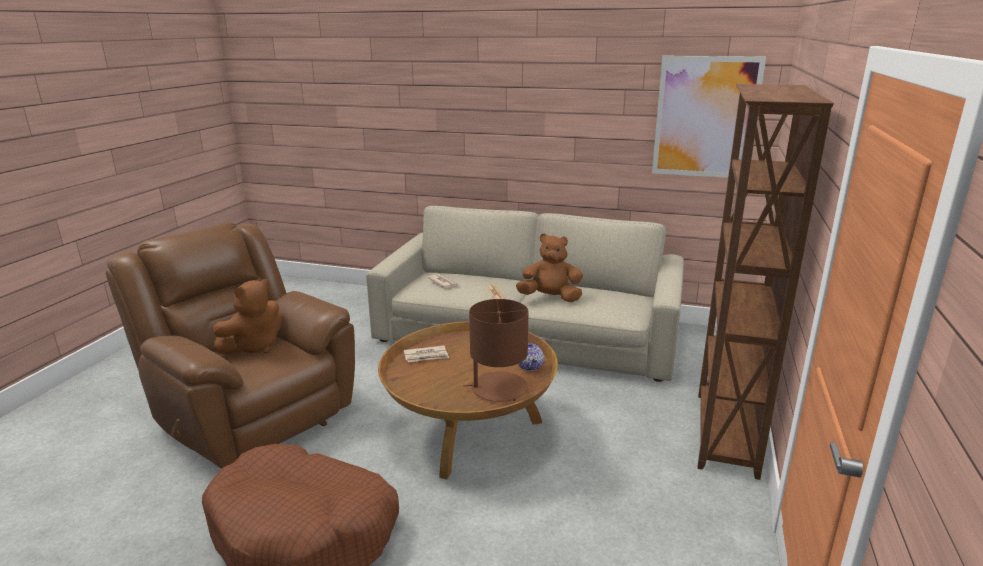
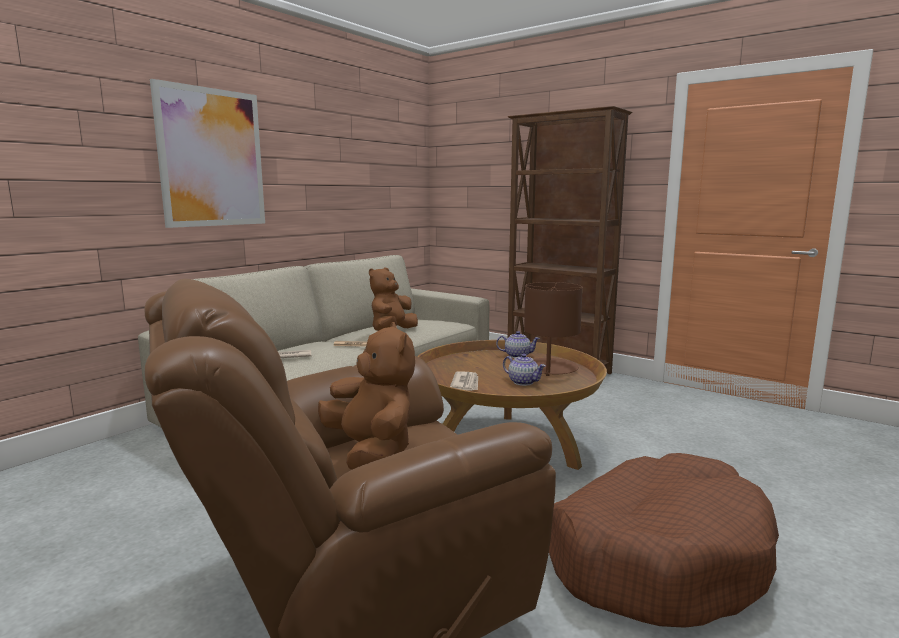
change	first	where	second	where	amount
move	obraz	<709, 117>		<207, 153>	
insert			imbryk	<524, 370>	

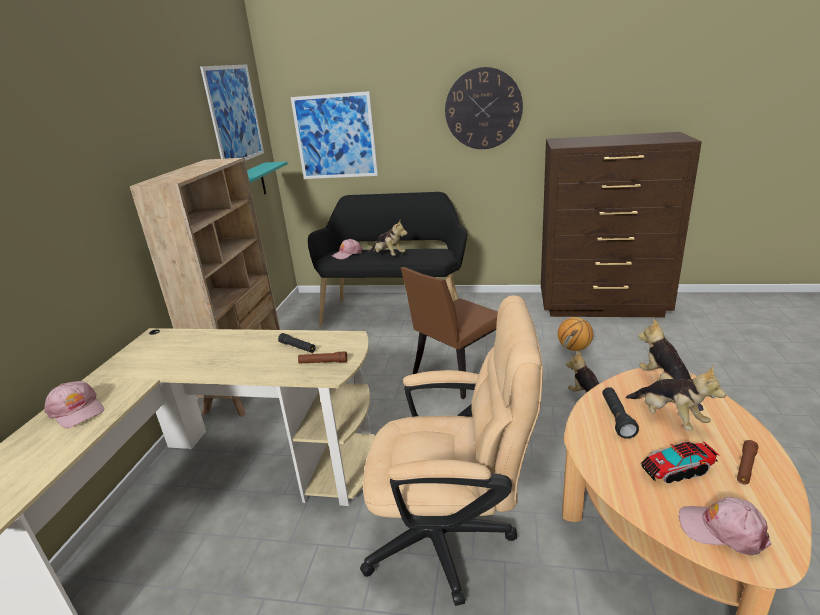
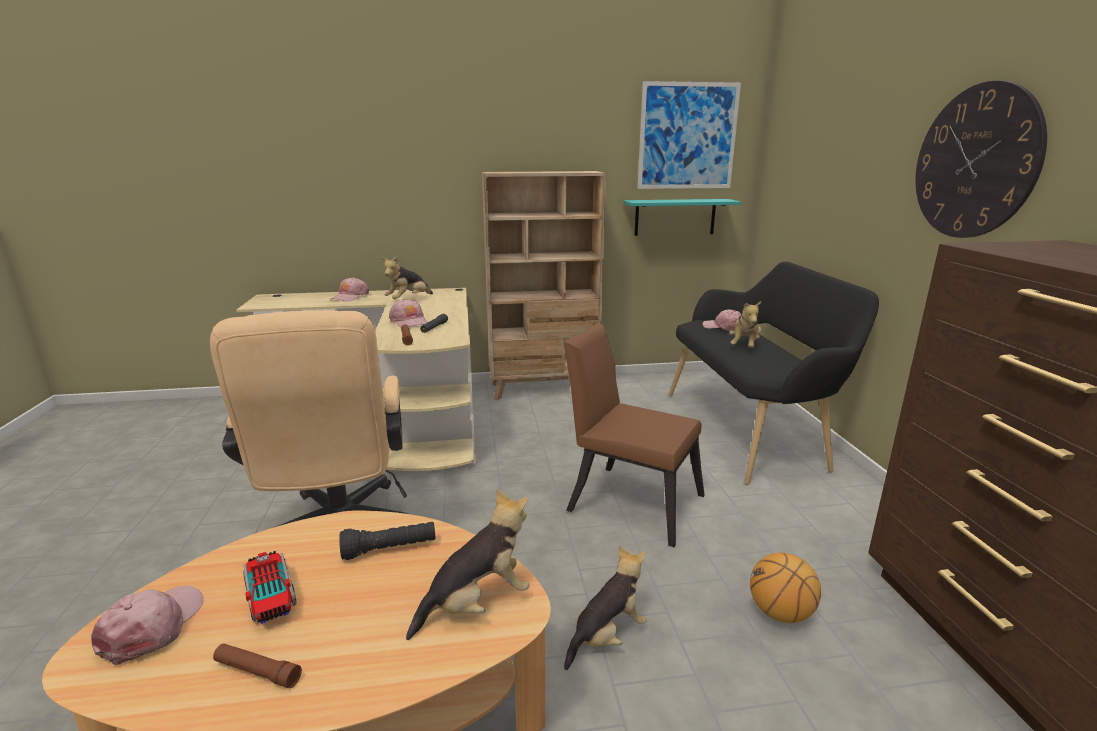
change	first	where	second	where	amount
delete	obraz	<334, 135>			
move	pluszak	<676, 398>		<407, 277>	
insert			czapka z daszkiem (różowy)	<408, 313>	

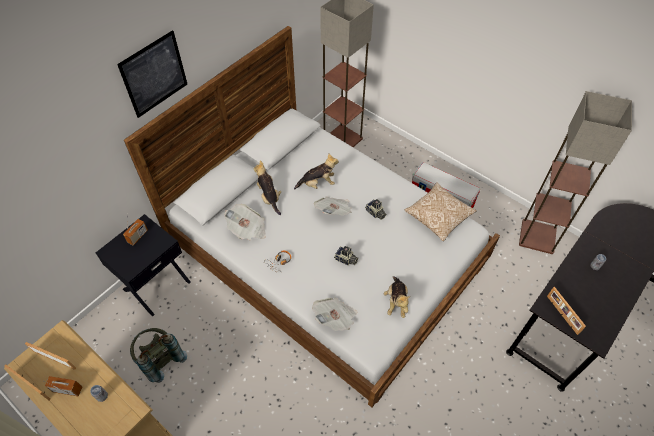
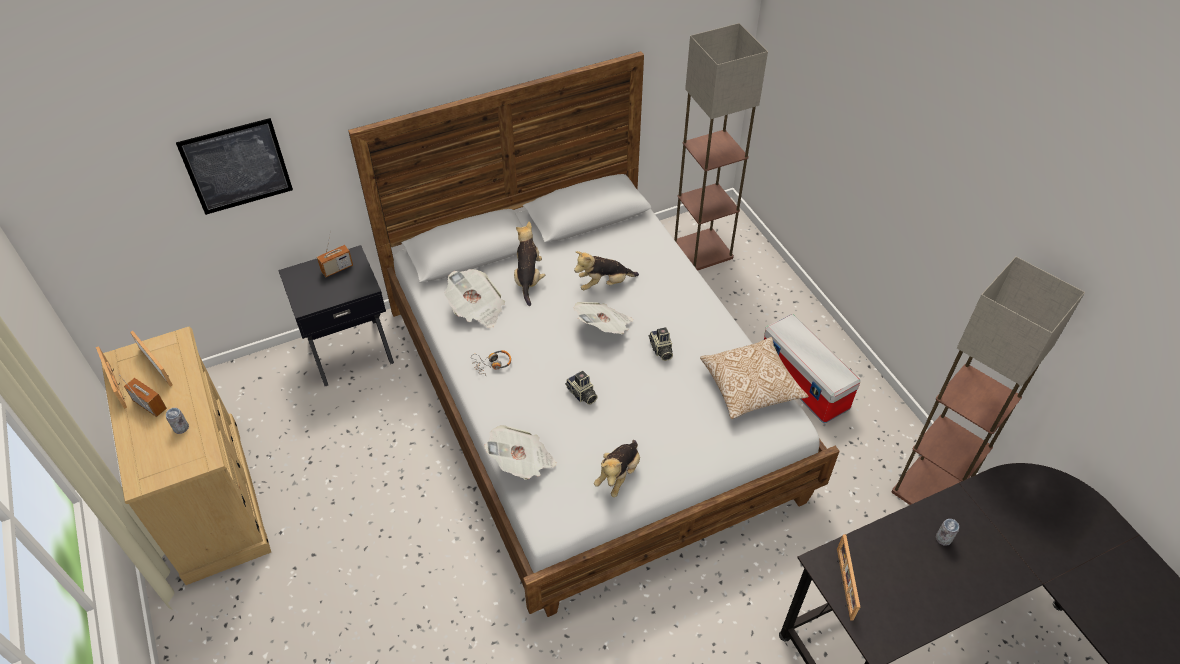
change	first	where	second	where	amount
move	obraz	<152, 74>		<234, 166>	
delete	plecak (szary)	<158, 355>			
rotate	pluszak	<316, 171>		<606, 270>	150 degrees clockwise

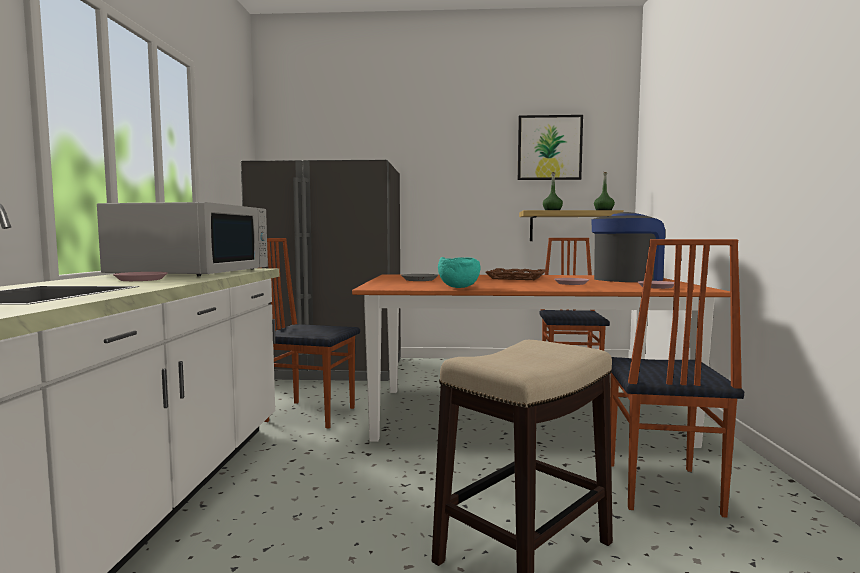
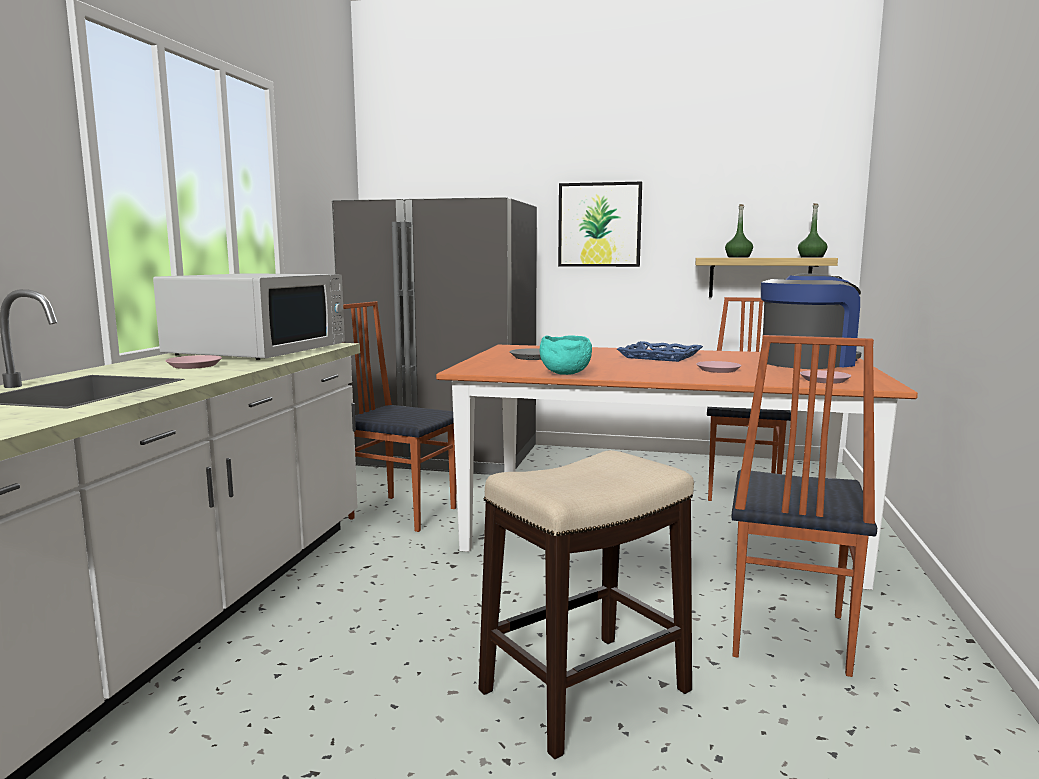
change	first	where	second	where	amount
recolor	taca (brązowy)	<516, 274>	taca (niebieski)	<660, 351>	
move	obraz	<550, 147>		<600, 224>	

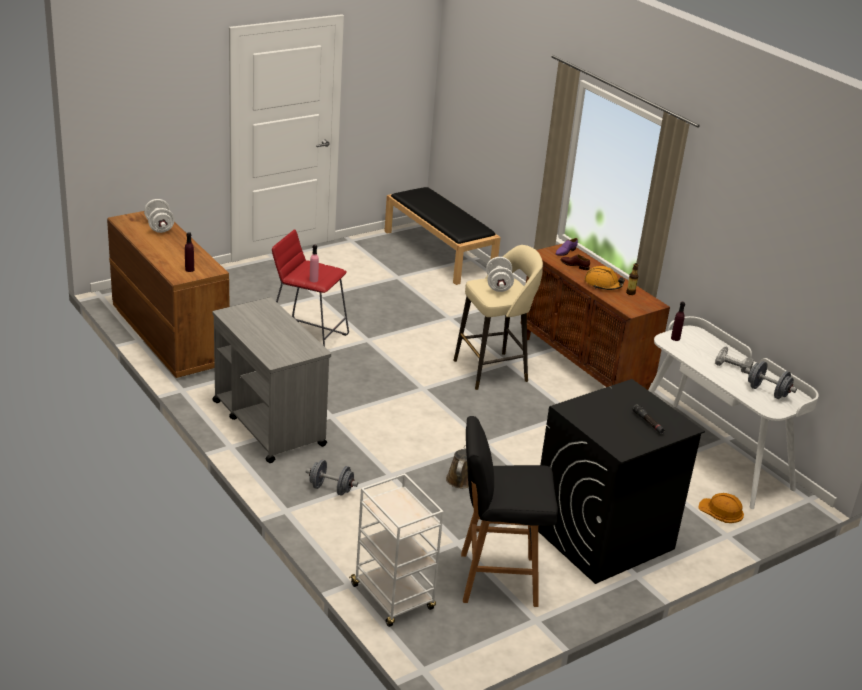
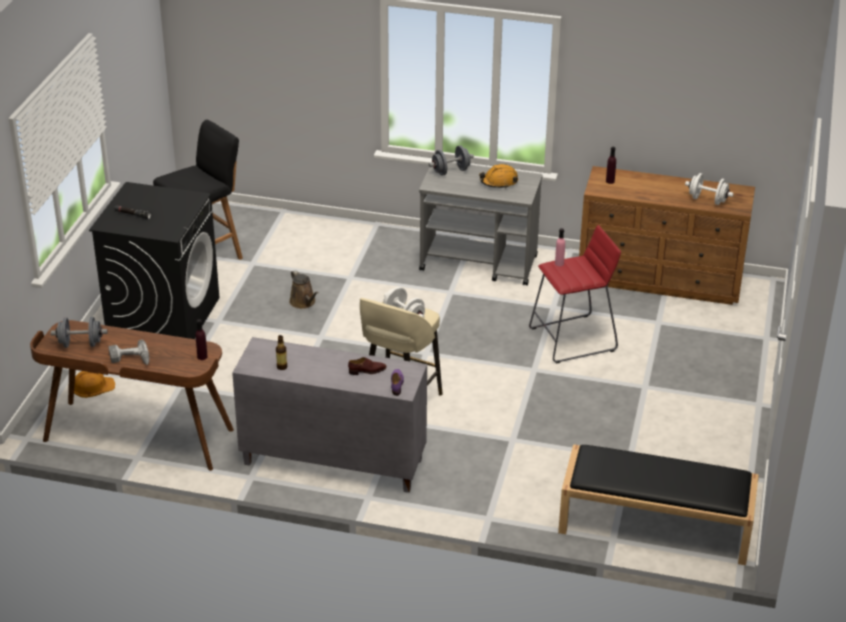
change	first	where	second	where	amount
move	hantel (szary)	<332, 477>		<451, 160>	
delete	wózek (biały)	<396, 550>			
recolor	szafka (brązowy)	<595, 317>	szafka (szary)	<329, 415>	
move	kask (pomarańczowy)	<605, 278>		<498, 176>	
recolor	biurko (biały)	<733, 412>	biurko (brązowy)	<132, 395>	

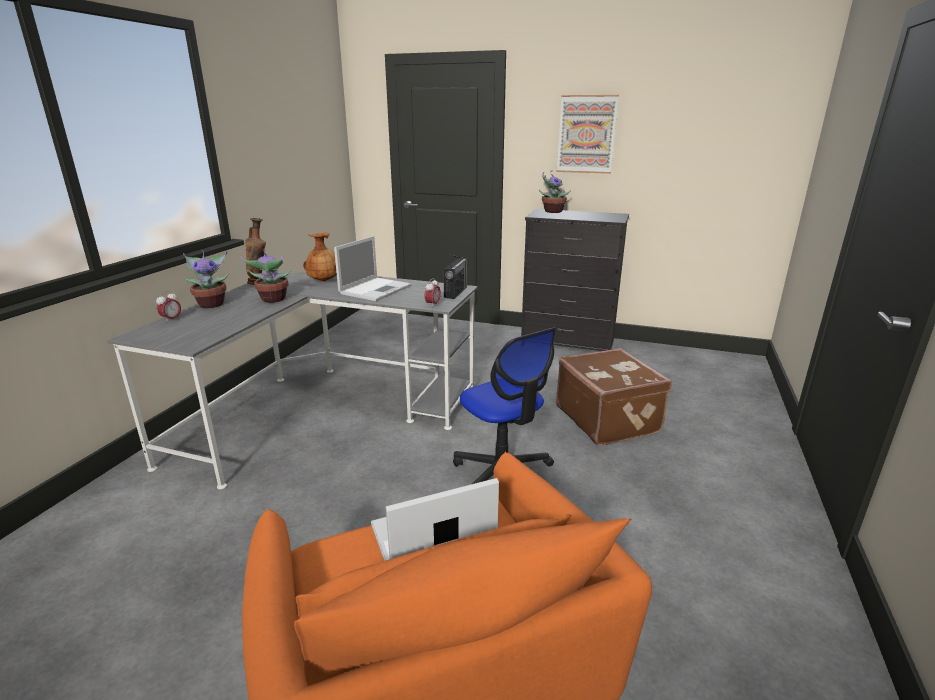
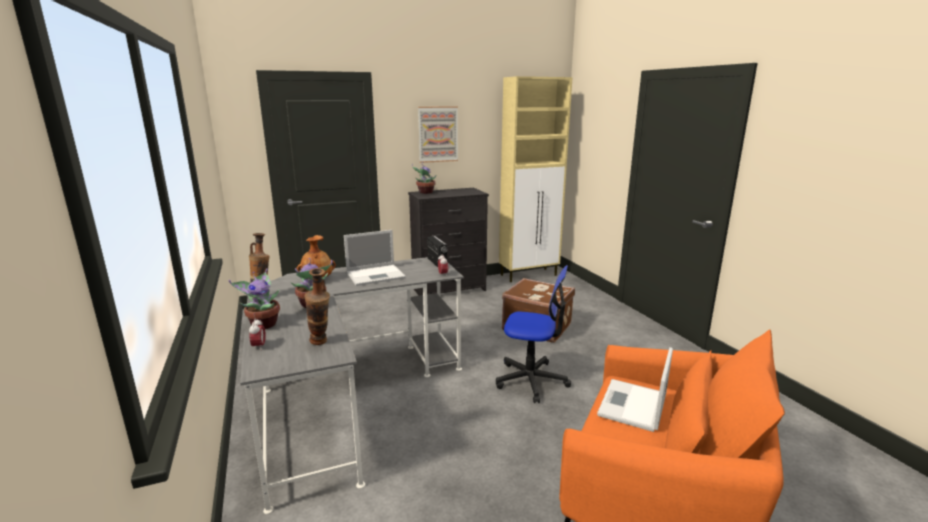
change	first	where	second	where	amount
rotate	laptop	<372, 268>		<375, 258>	75 degrees clockwise
insert			wazon	<317, 306>	
insert			szafka (beżowy)	<536, 179>	

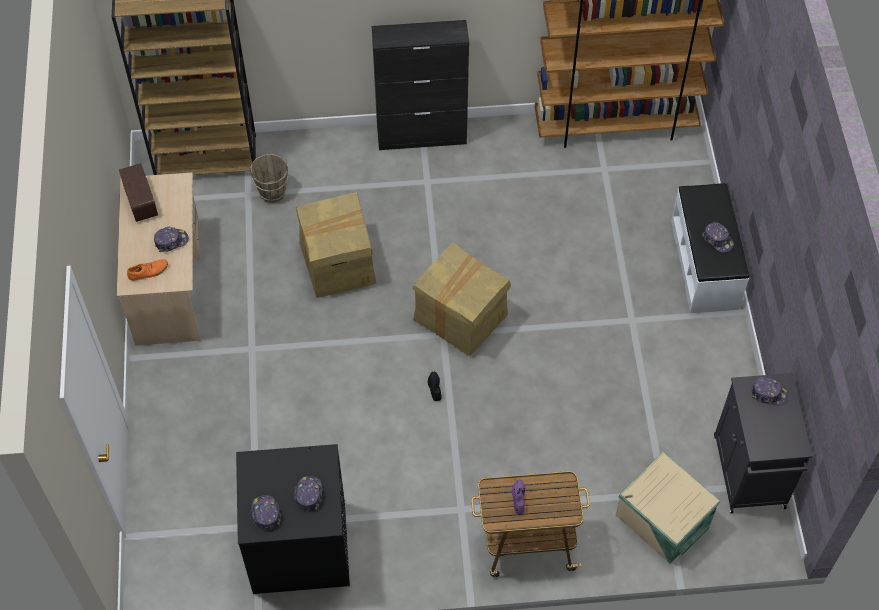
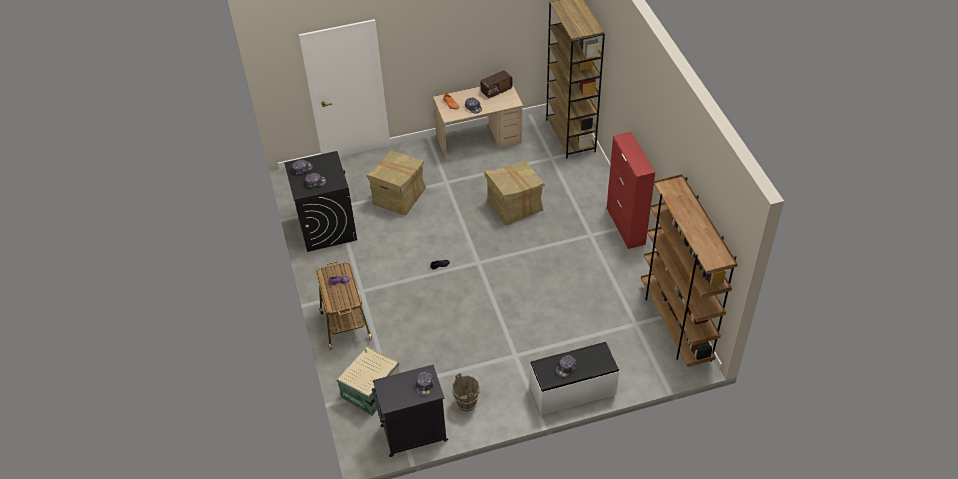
change	first	where	second	where	amount
move	wiadro (brązowy)	<268, 178>		<466, 392>	
recolor	szafka (czarny)	<420, 85>	szafka (czerwony)	<631, 190>	
move	karton	<461, 299>		<396, 183>	

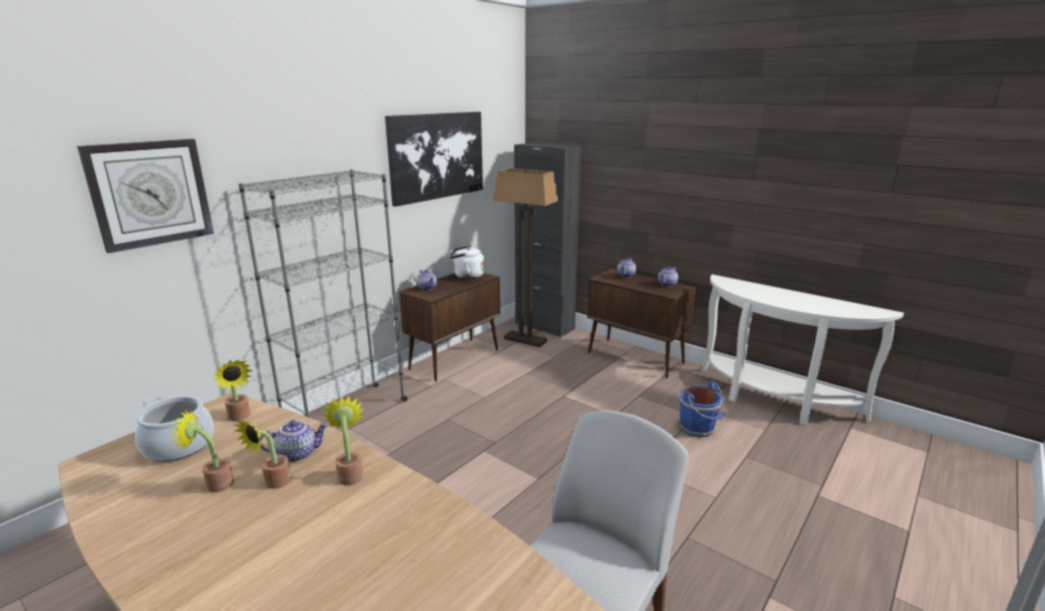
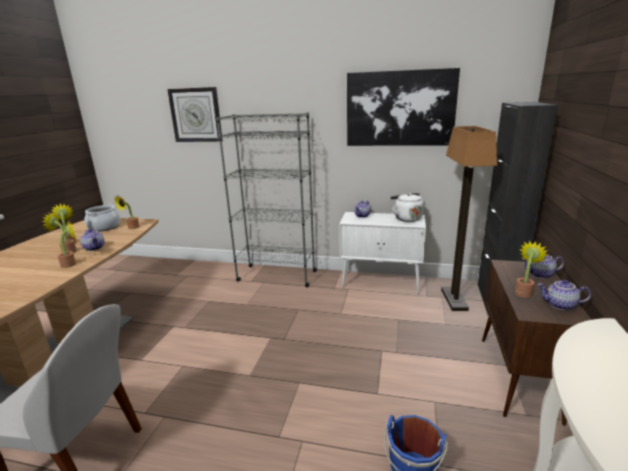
change	first	where	second	where	amount
recolor	szafka (brązowy)	<449, 327>	szafka (biały)	<382, 253>	
insert			roślina doniczkowa	<531, 269>	

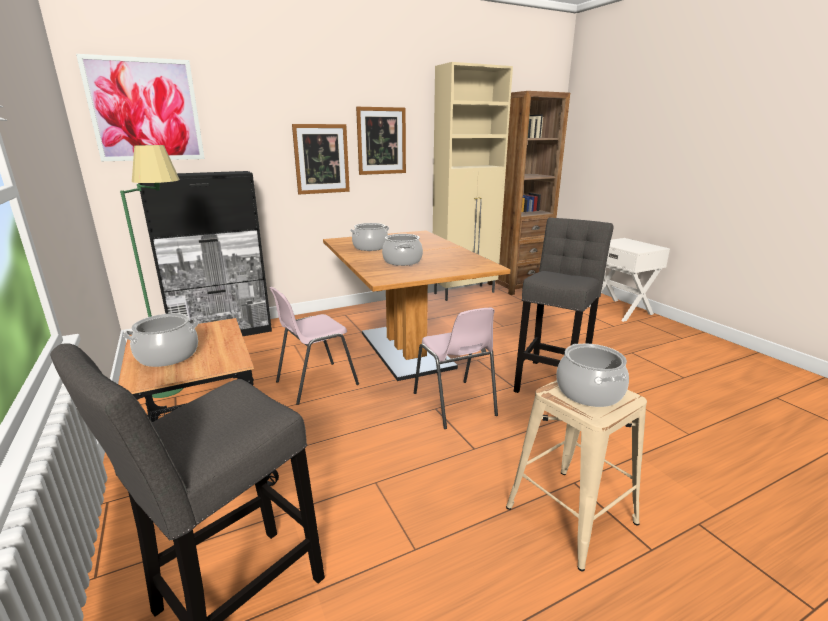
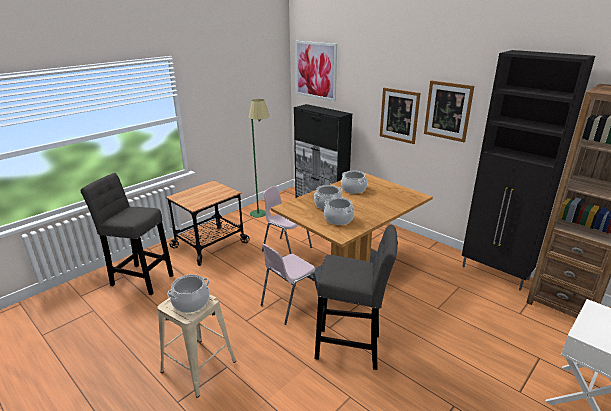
change	first	where	second	where	amount
move	garnek	<161, 340>		<339, 211>	
recolor	szafka (beżowy)	<473, 181>	szafka (czarny)	<528, 170>	

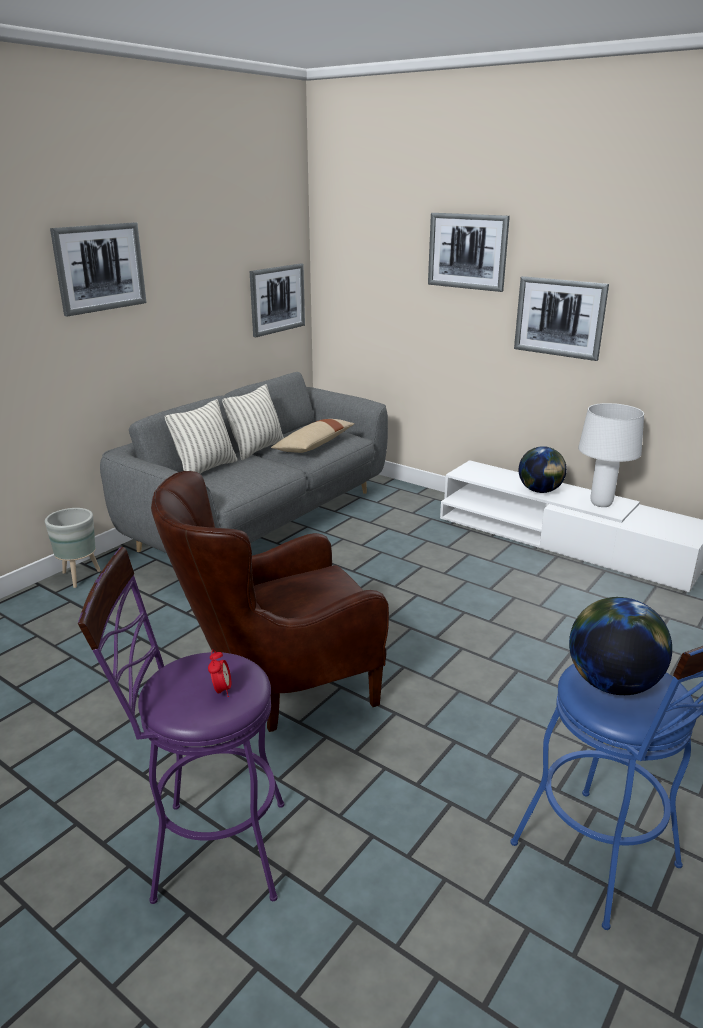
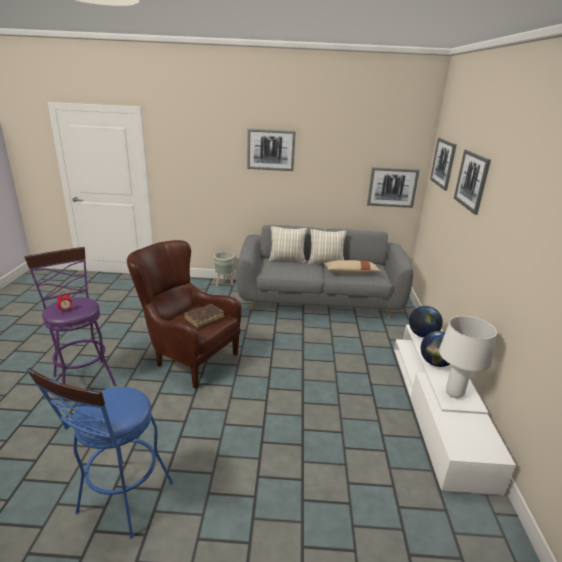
change	first	where	second	where	amount
move	obraz	<561, 318>		<443, 164>	
move	globus	<620, 646>		<426, 322>	
insert			książka (brązowy)	<204, 316>	

